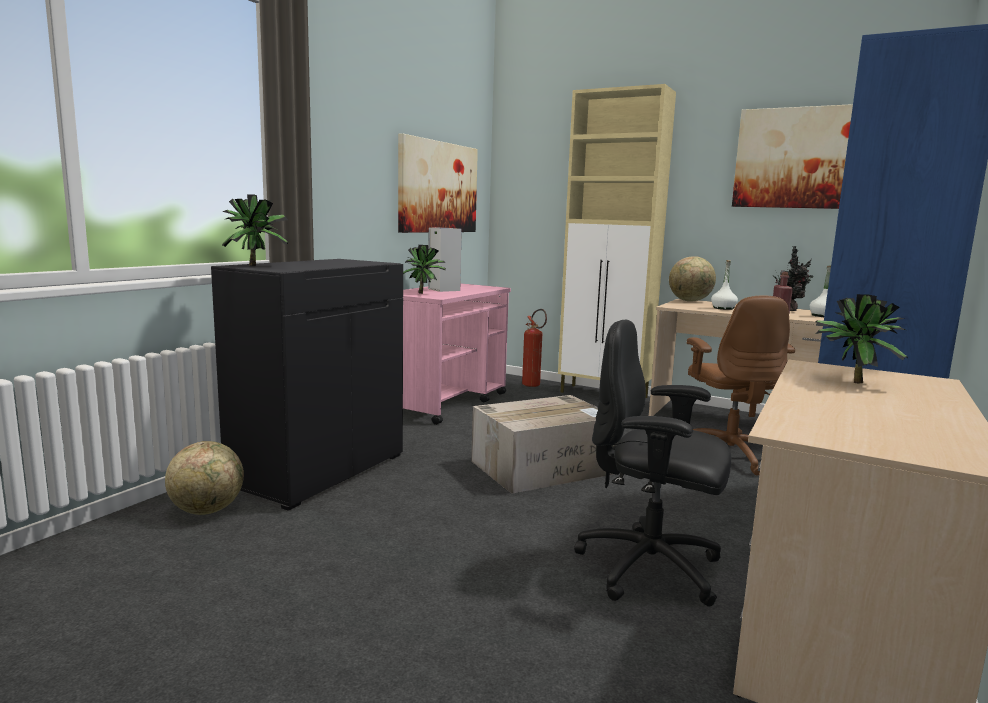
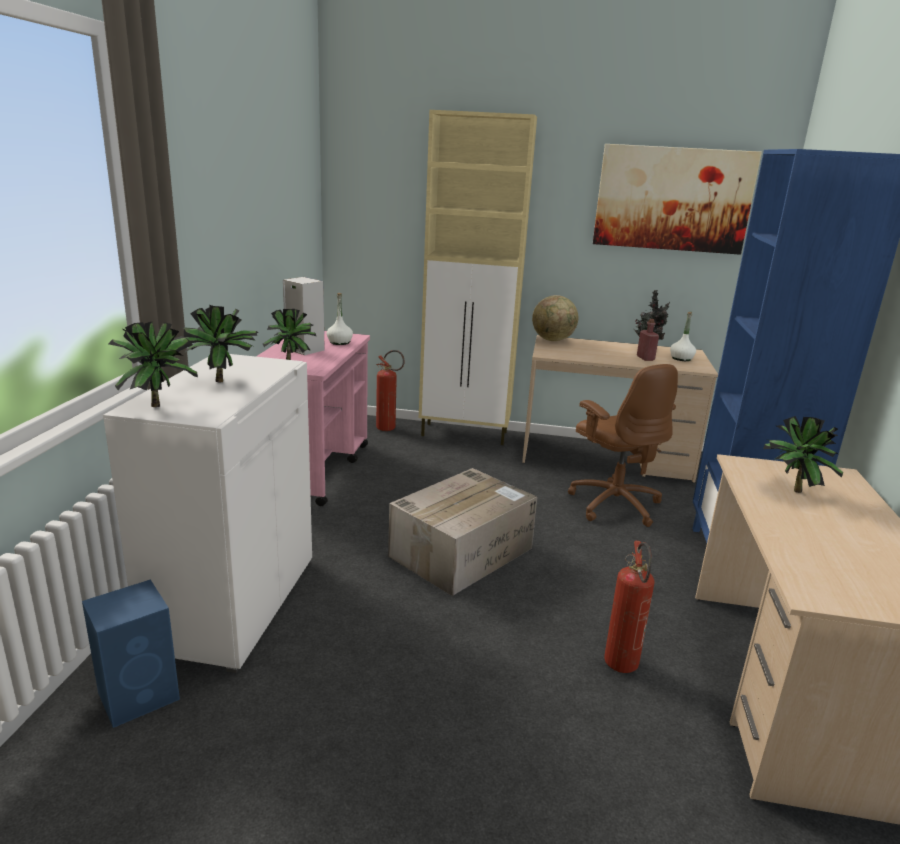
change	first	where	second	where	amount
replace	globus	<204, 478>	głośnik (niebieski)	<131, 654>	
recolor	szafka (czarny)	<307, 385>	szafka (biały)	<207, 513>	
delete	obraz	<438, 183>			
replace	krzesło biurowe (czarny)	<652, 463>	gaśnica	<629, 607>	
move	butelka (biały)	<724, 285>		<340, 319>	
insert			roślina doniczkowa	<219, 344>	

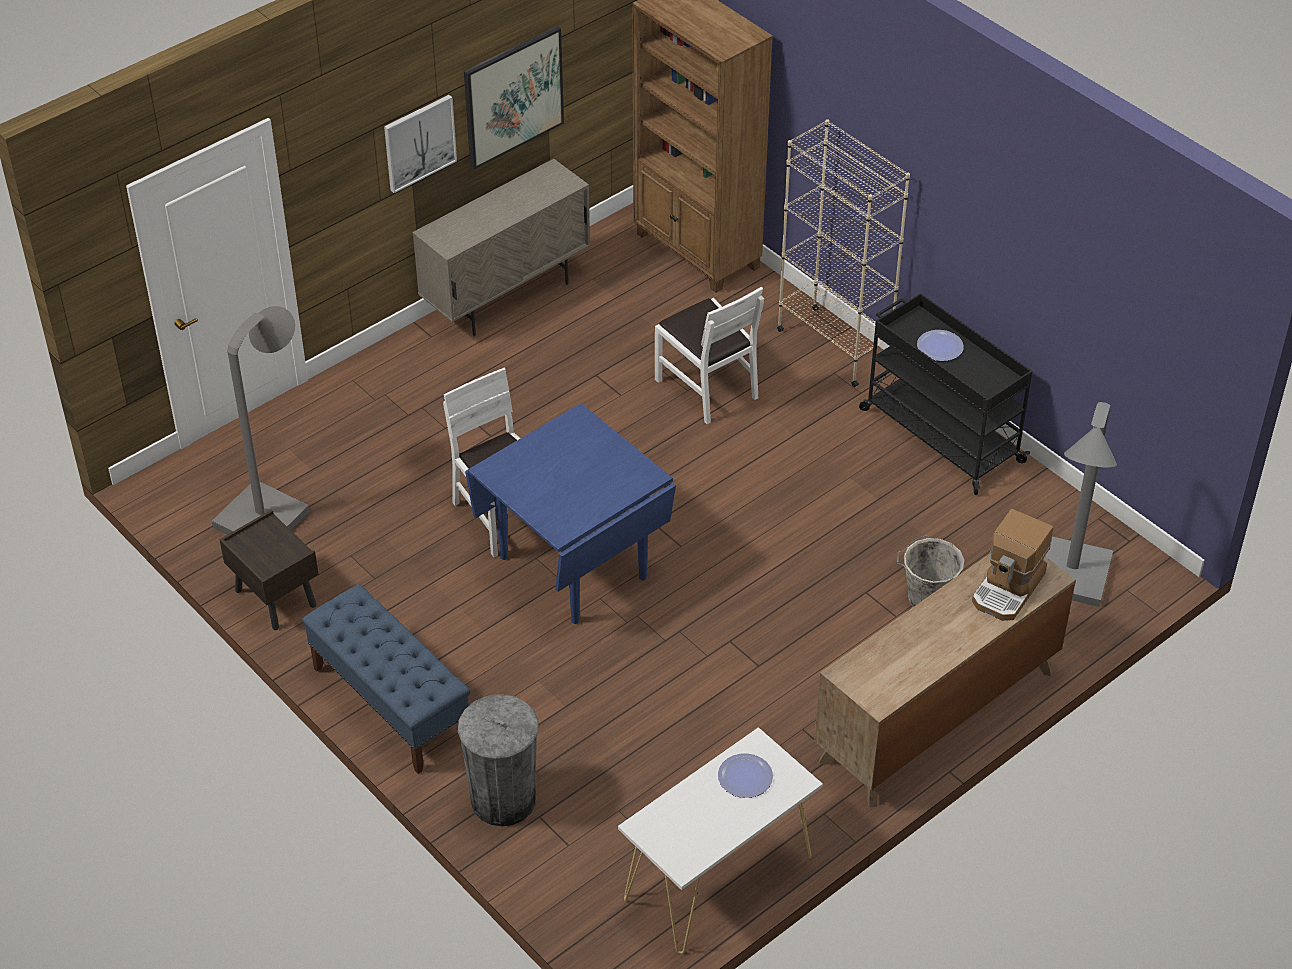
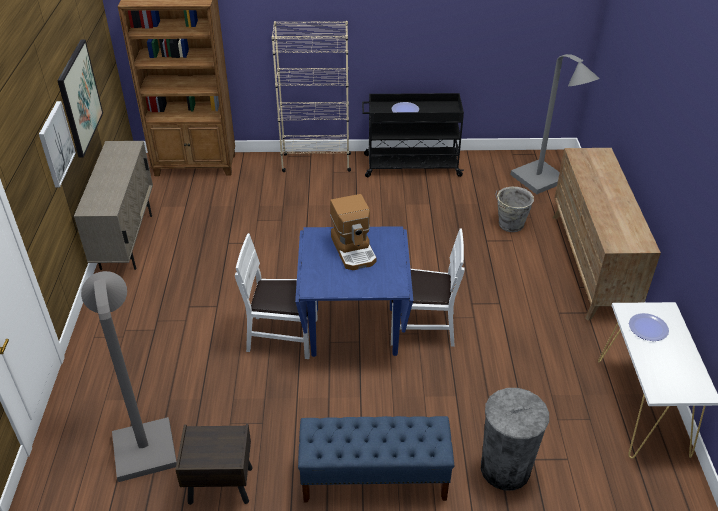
change	first	where	second	where	amount
move	krzesło (biały)	<709, 355>		<427, 287>	
move	ekspres do kawy	<1012, 565>		<353, 232>	

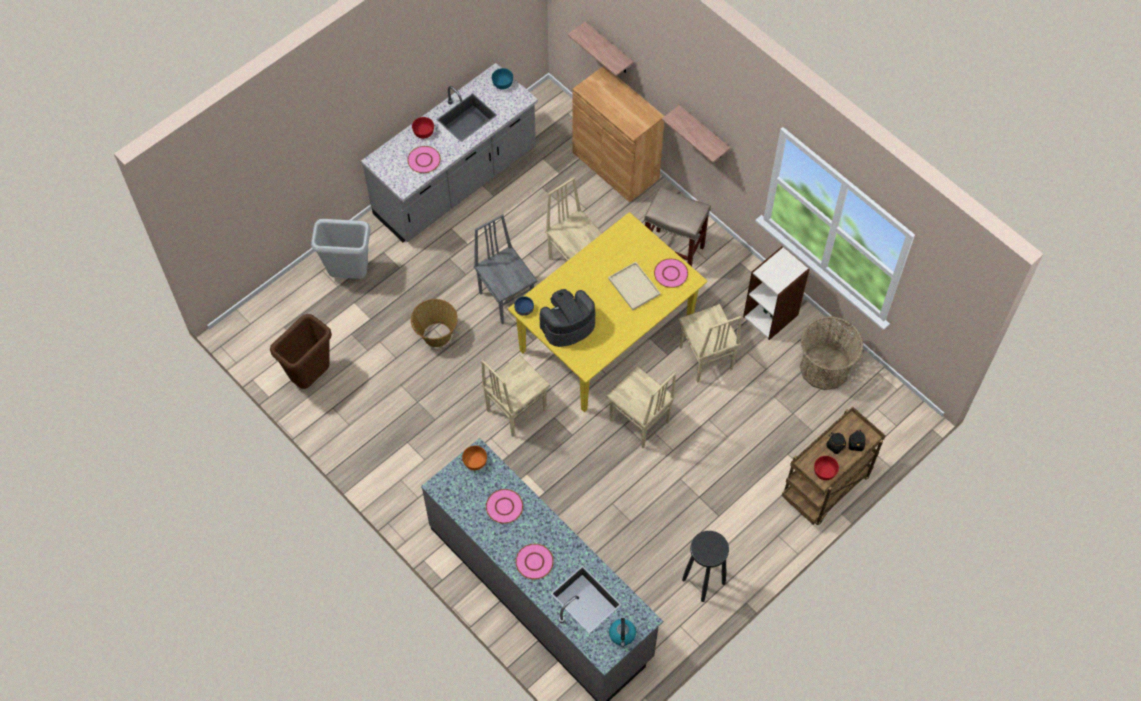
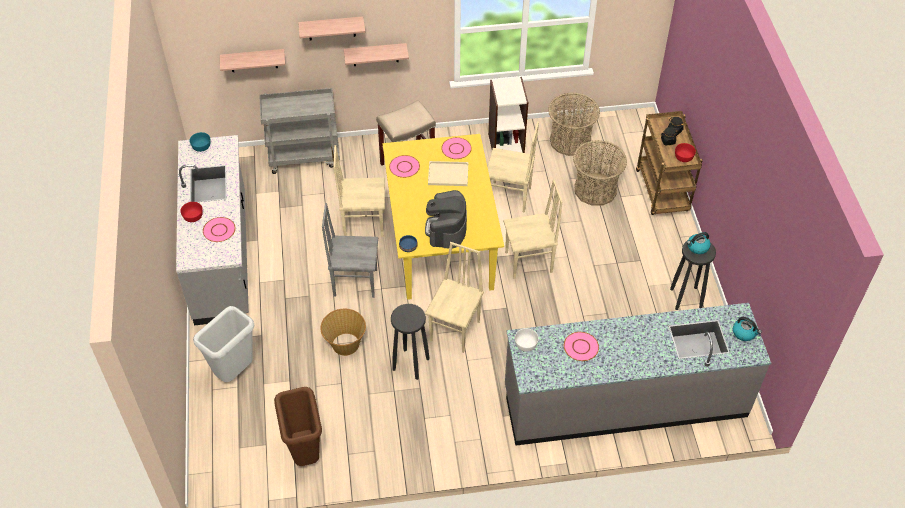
change	first	where	second	where	amount
recolor	miska (pomarańczowy)	<474, 458>	miska (biały)	<527, 340>	
rotate	krzesło (beżowy)	<515, 396>		<454, 297>	150 degrees counterclockwise
move	talerz (różowy)	<535, 561>		<404, 166>	
replace	szafka (brązowy)	<618, 134>	wózek (szary)	<299, 131>	
insert			półka	<331, 28>	
insert			stołek (czarny)	<410, 342>	
insert			koszyk	<600, 173>	
insert			czajnik	<699, 243>	

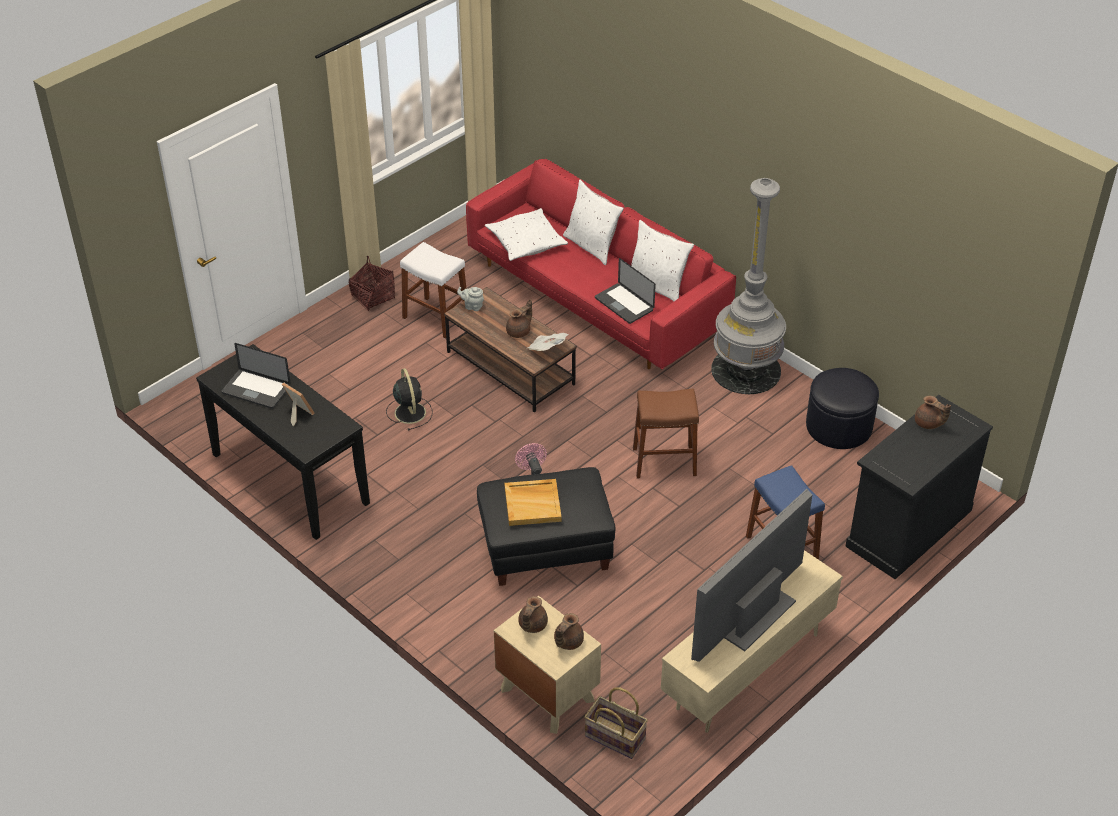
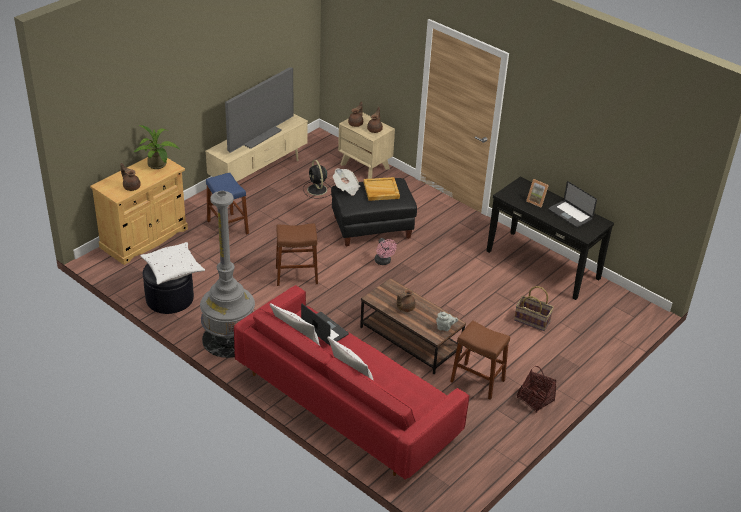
change	first	where	second	where	amount
rotate	laptop	<256, 376>		<572, 204>	150 degrees counterclockwise
move	wentylator (czarny)	<409, 399>		<317, 179>	
recolor	stołek (biały)	<433, 290>	stołek (brązowy)	<480, 360>	
move	poduszka (biały)	<526, 234>		<172, 263>	
move	gazeta	<548, 342>		<346, 182>	
move	koszyk	<616, 723>		<534, 308>	
recolor	szafka (czarny)	<919, 487>	szafka (beżowy)	<139, 211>	
insert			roślina doniczkowa	<156, 147>	

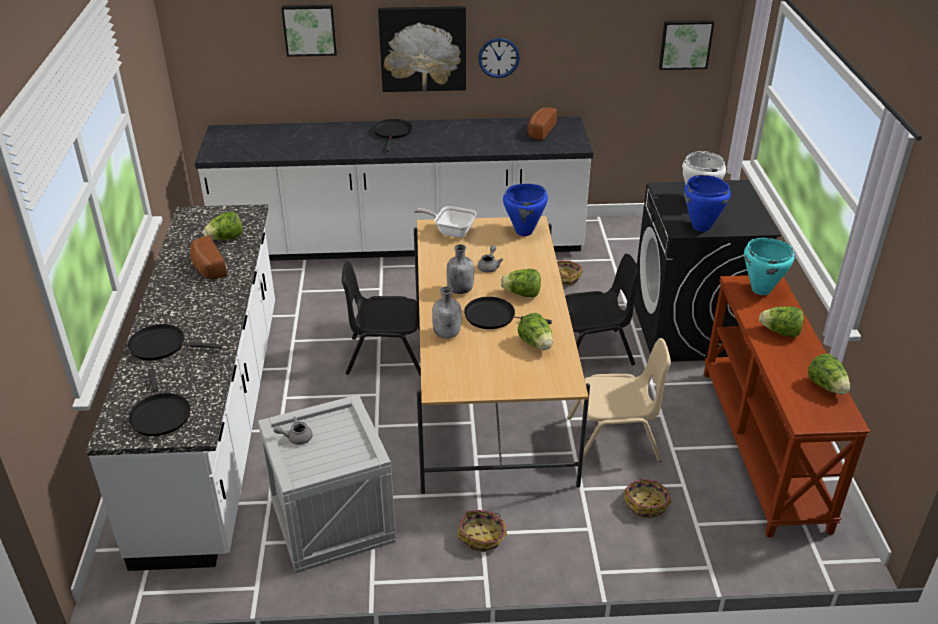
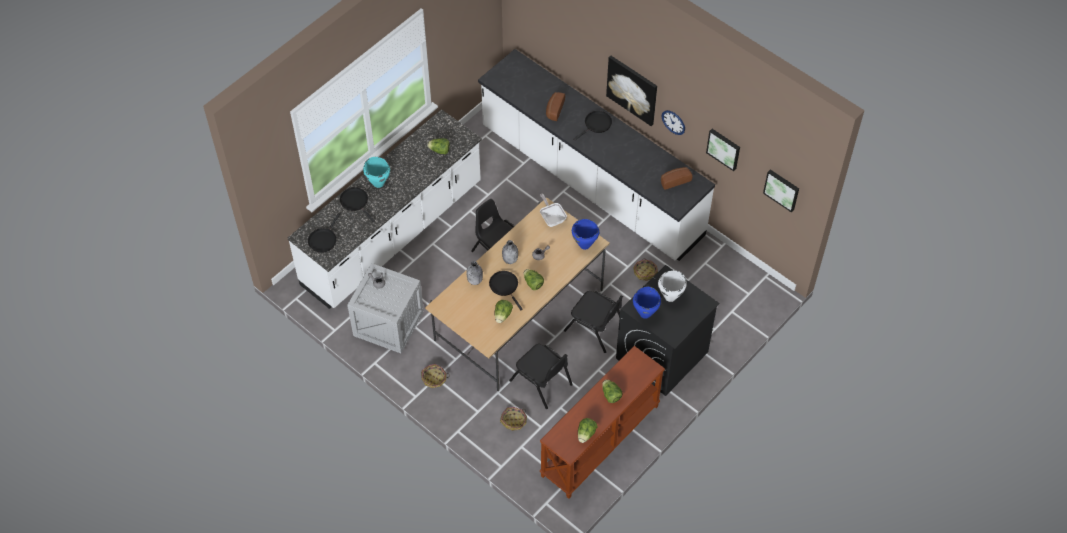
change	first	where	second	where	amount
move	chleb	<208, 257>		<555, 106>	
move	obraz	<309, 31>		<723, 150>	
recolor	krzesło (beżowy)	<619, 400>	krzesło (czarny)	<541, 376>	
move	garnek (turkusowy)	<769, 266>		<376, 172>	

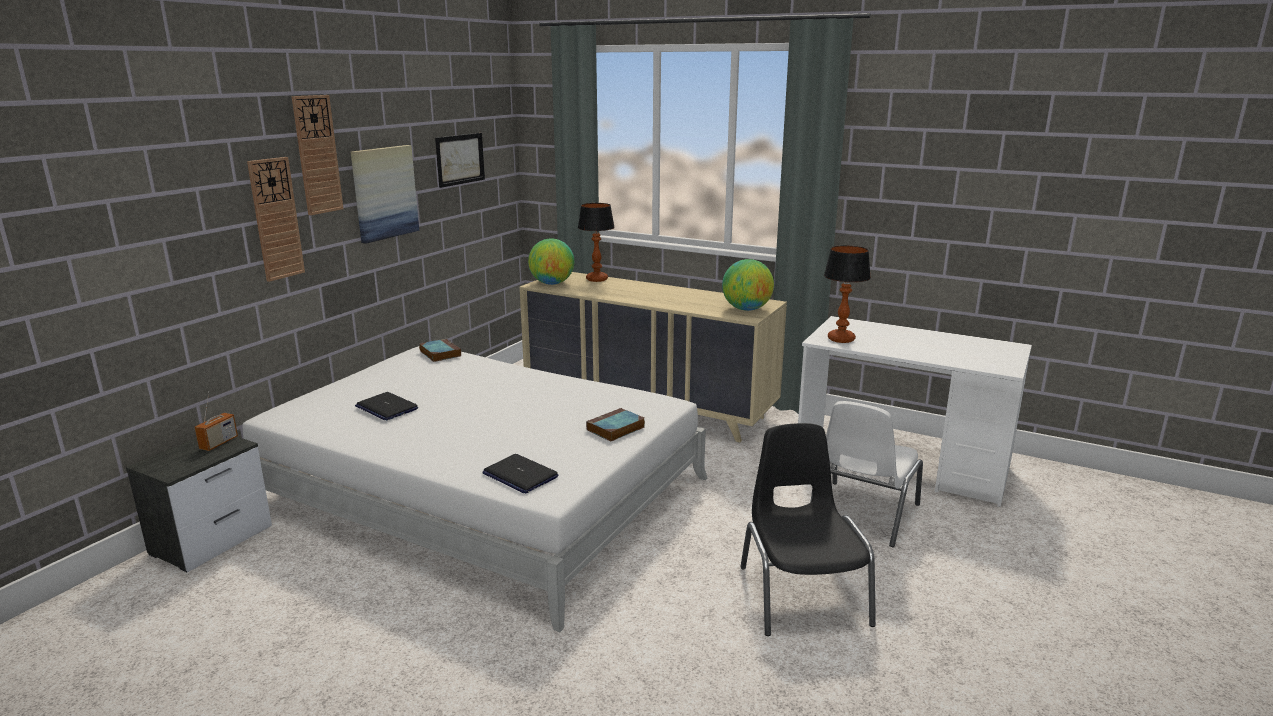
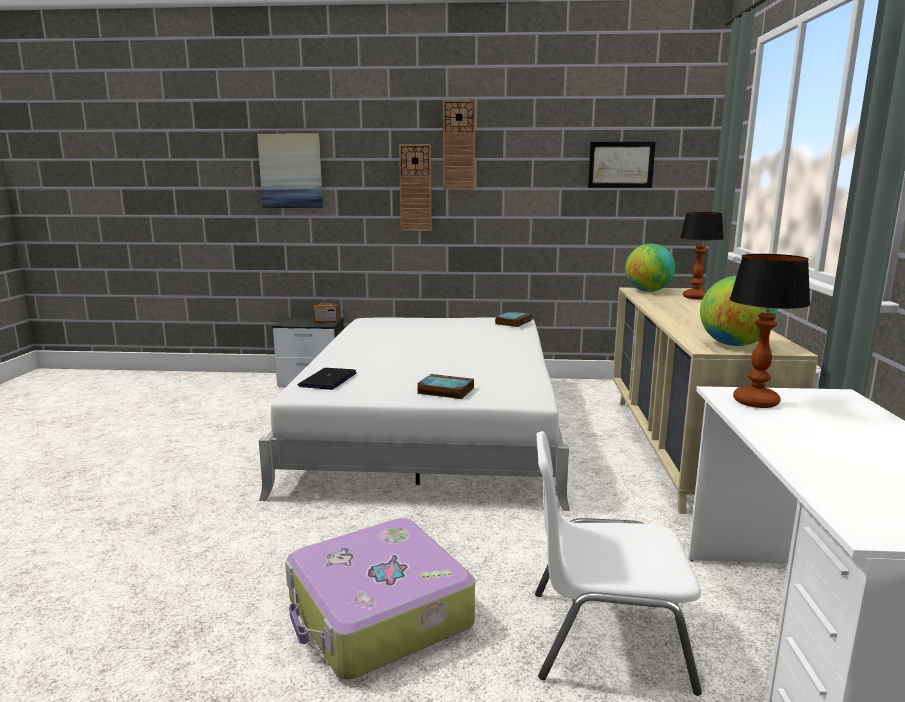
change	first	where	second	where	amount
move	obraz	<385, 194>		<290, 170>	
delete	laptop	<386, 406>			
replace	krzesło (czarny)	<808, 529>	walizka	<380, 599>	

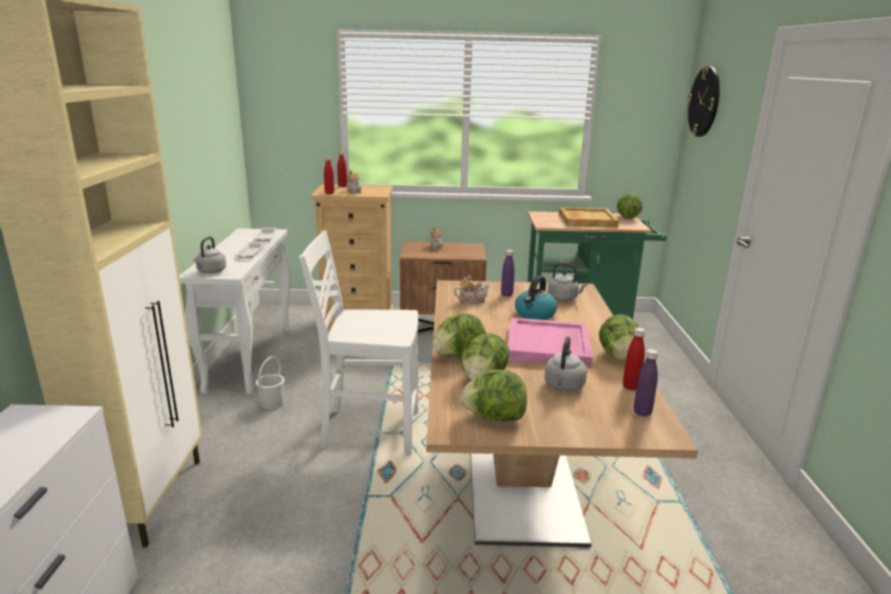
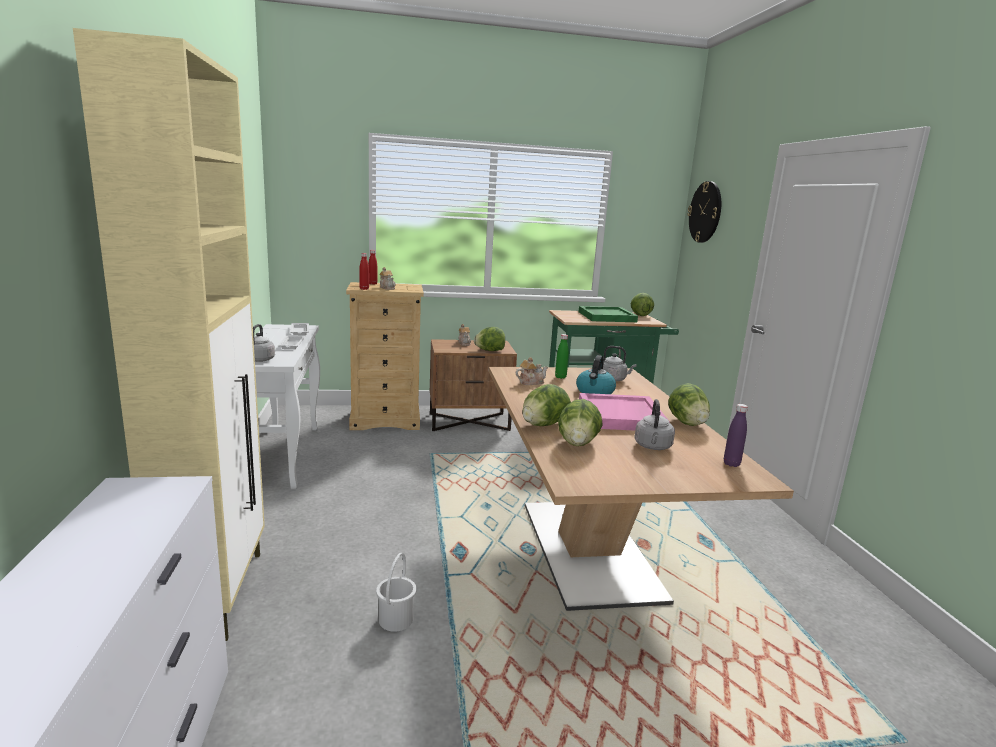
change	first	where	second	where	amount
move	wiadro (biały)	<270, 382>		<396, 592>	
delete	krzesło (biały)	<358, 342>			
move	sałata	<493, 395>		<489, 339>	
recolor	butelka (fioletowy)	<508, 273>	butelka (zielony)	<562, 356>	
recolor	taca (beżowy)	<589, 217>	taca (zielony)	<608, 314>	
delete	butelka (czerwony)	<634, 359>			

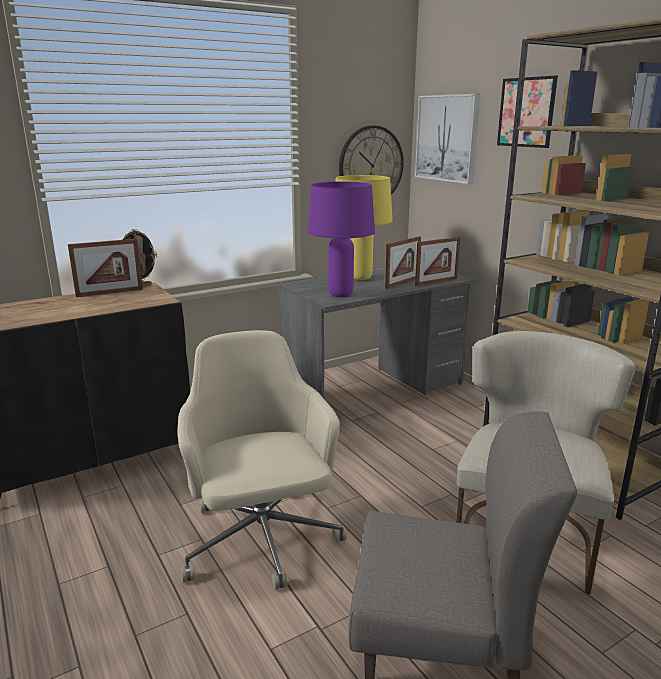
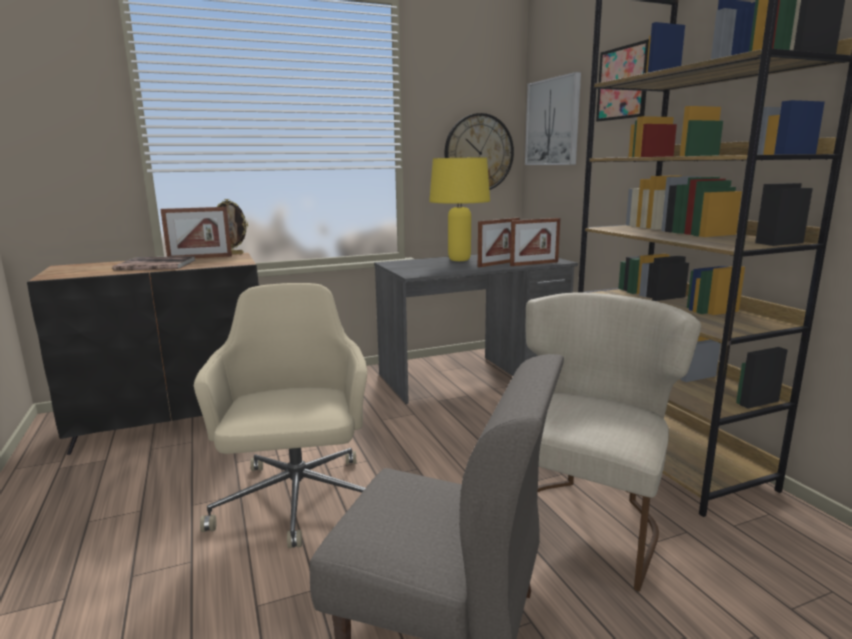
change	first	where	second	where	amount
delete	lampa stołowa (fioletowy)	<341, 239>			
insert			książka	<154, 263>	

